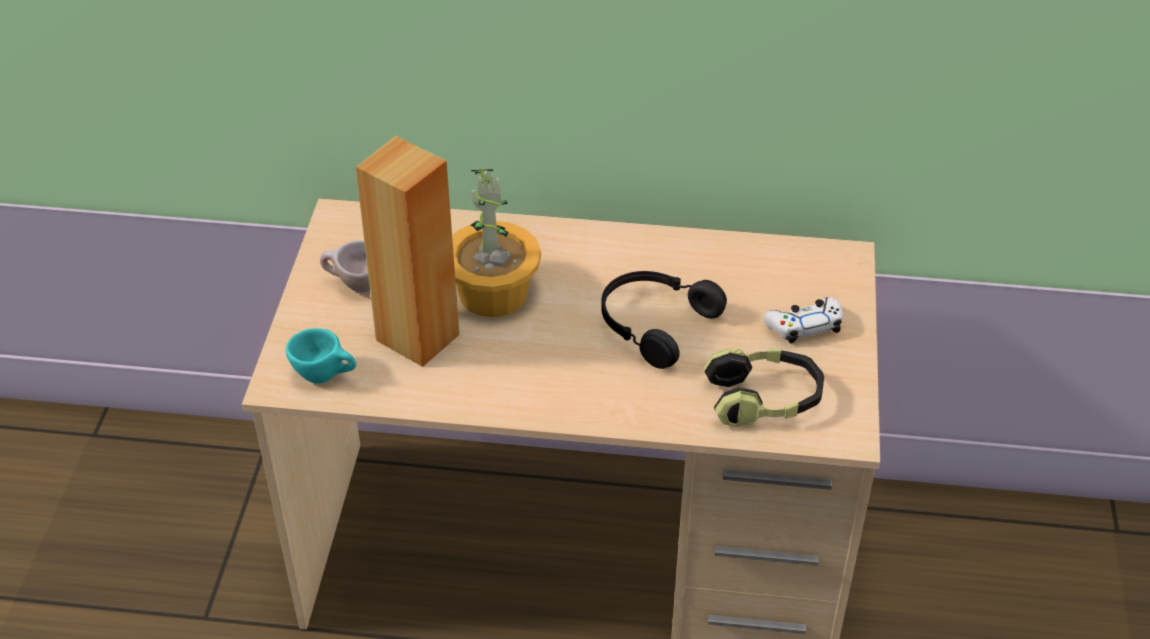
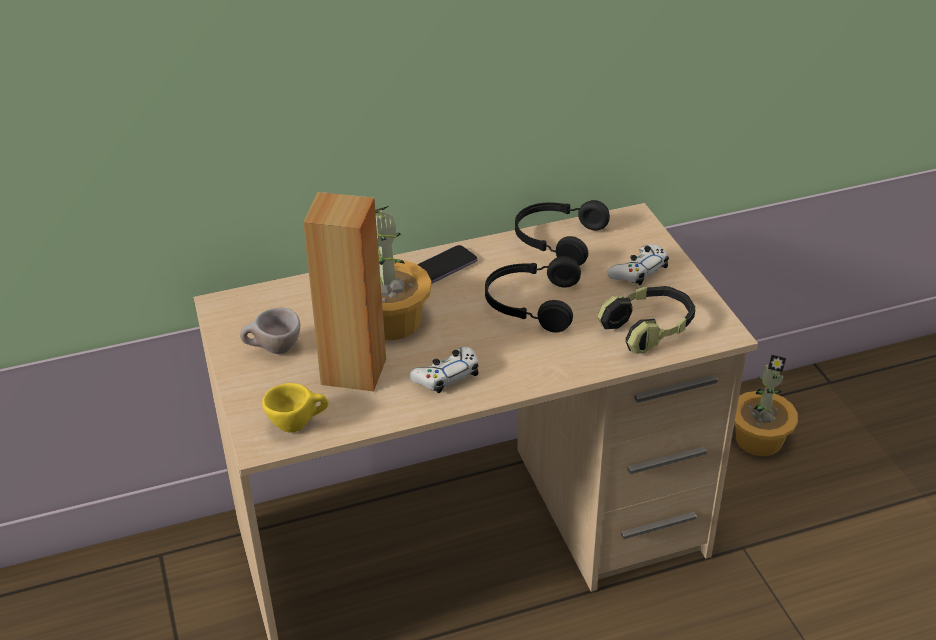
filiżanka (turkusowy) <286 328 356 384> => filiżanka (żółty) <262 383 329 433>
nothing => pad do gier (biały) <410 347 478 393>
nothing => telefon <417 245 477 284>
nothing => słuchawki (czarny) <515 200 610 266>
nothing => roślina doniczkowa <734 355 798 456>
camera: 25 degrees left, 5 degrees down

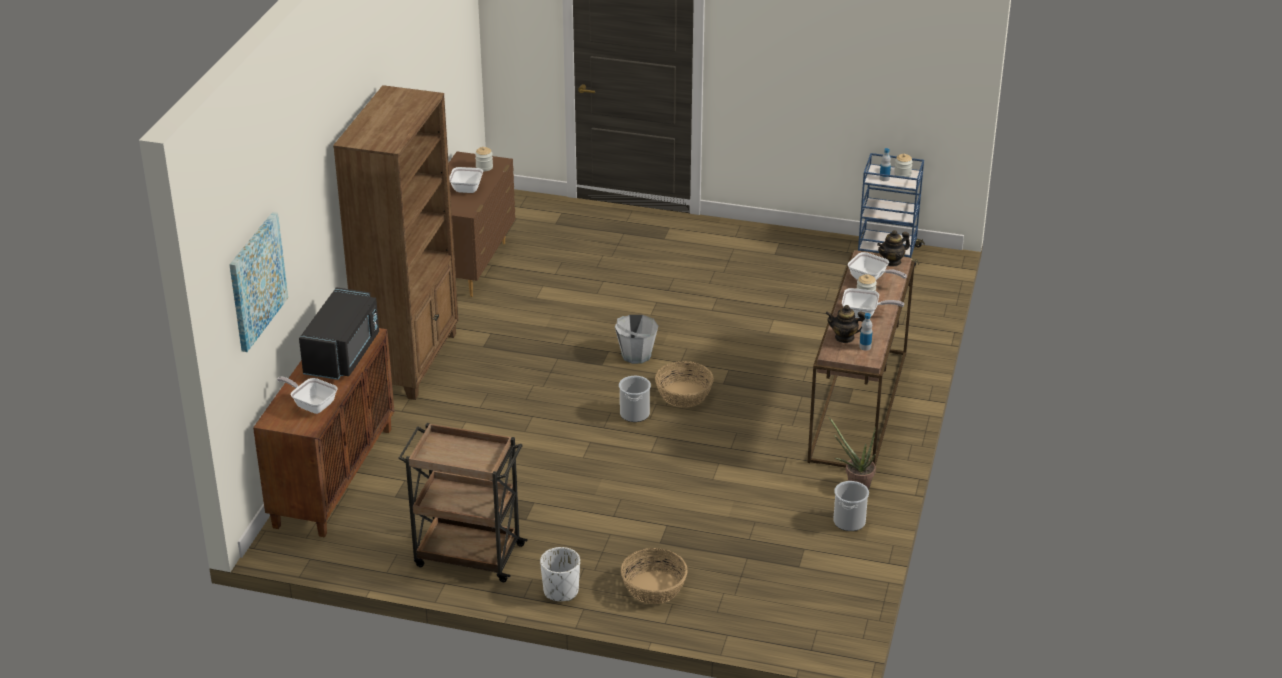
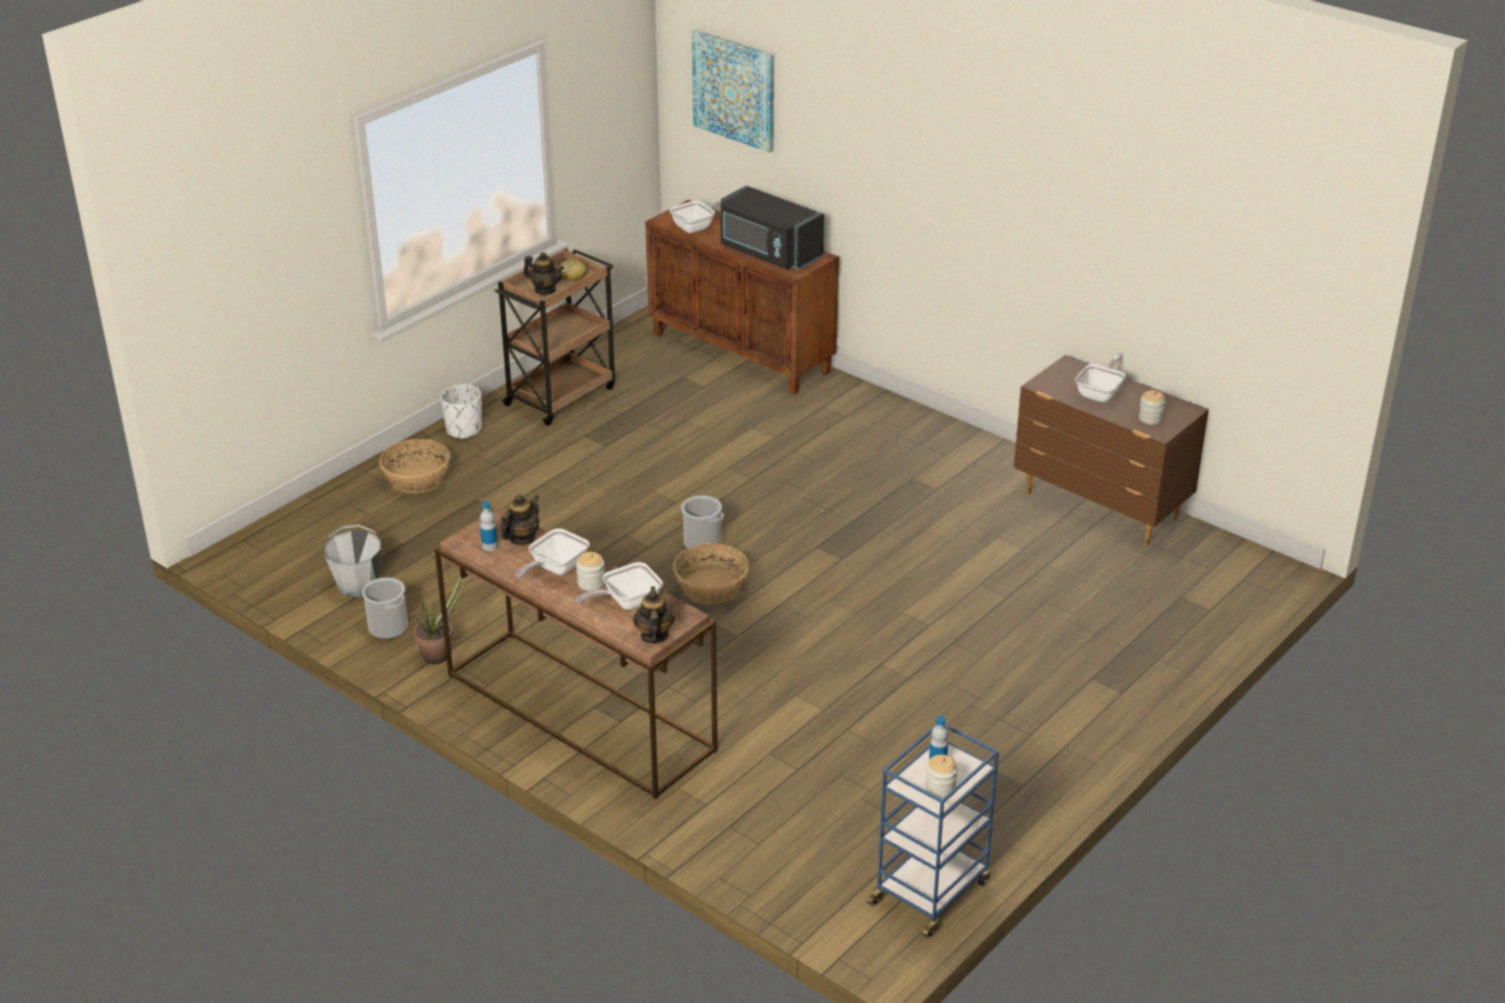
wiadro (szary) <615 315 658 364> => wiadro (szary) <324 524 381 597>, moved
nothing => imbryk <523 252 564 294>
nothing => chleb <558 259 587 281>
regał (brązowy) <333 85 459 400> => nothing
camera: 115 degrees right, 0 degrees up

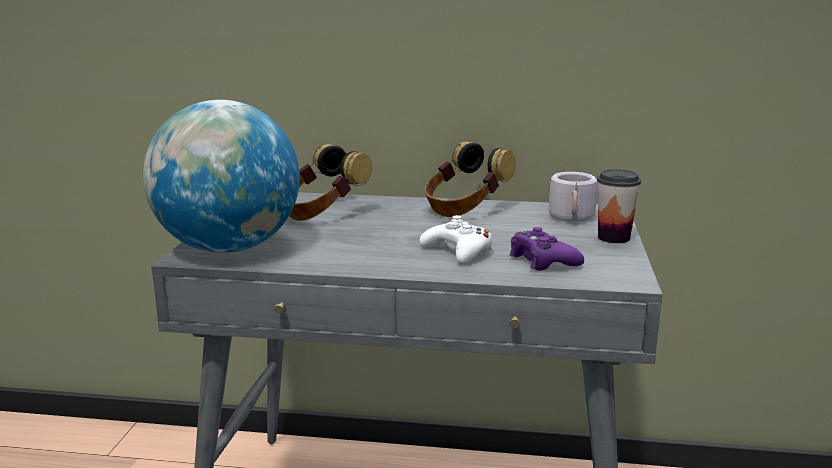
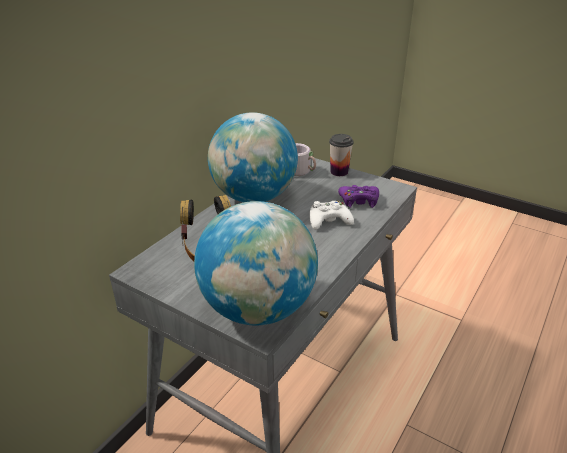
słuchawki <424 141 516 217> => globus <208 112 298 202>
camera: 65 degrees left, 15 degrees up

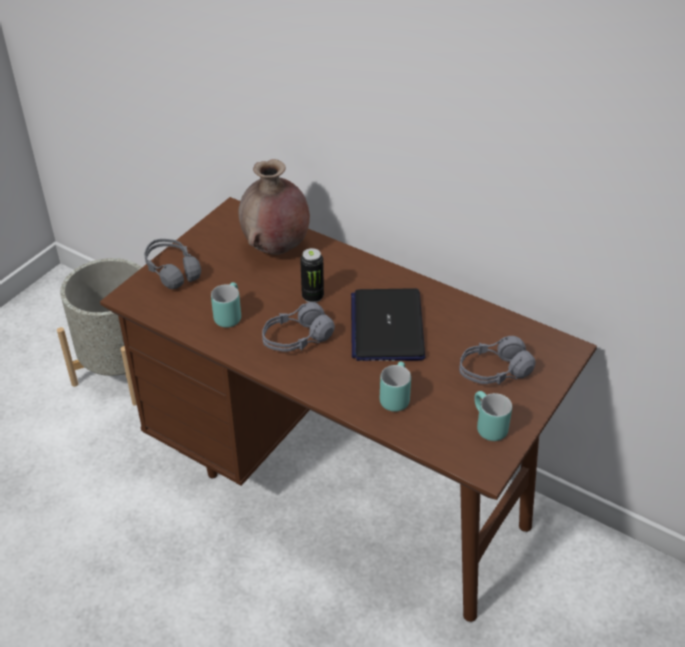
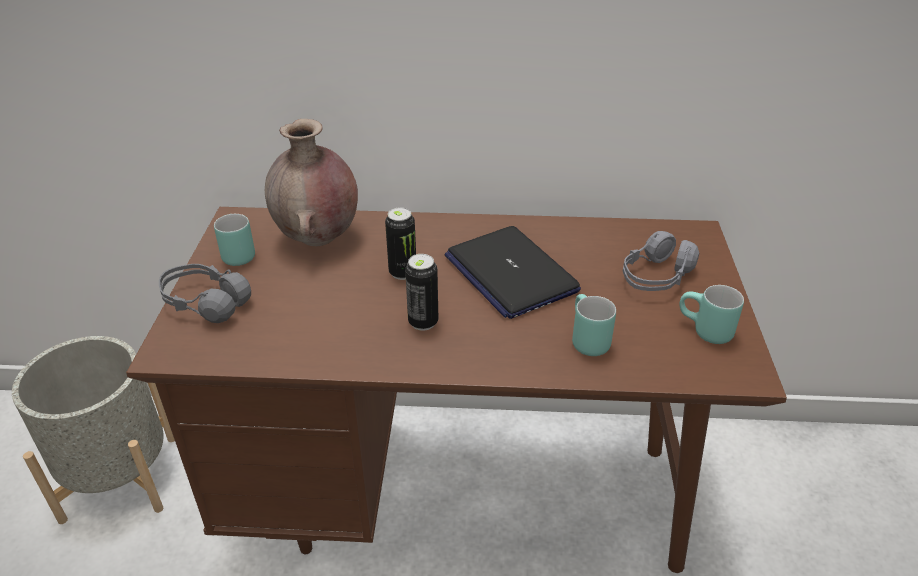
kubek (turkusowy) <211 282 241 328> => kubek (turkusowy) <214 214 255 266>, moved
słuchawki (szary) <262 302 335 352> => puszka <405 254 438 331>
camera: 30 degrees left, 5 degrees down

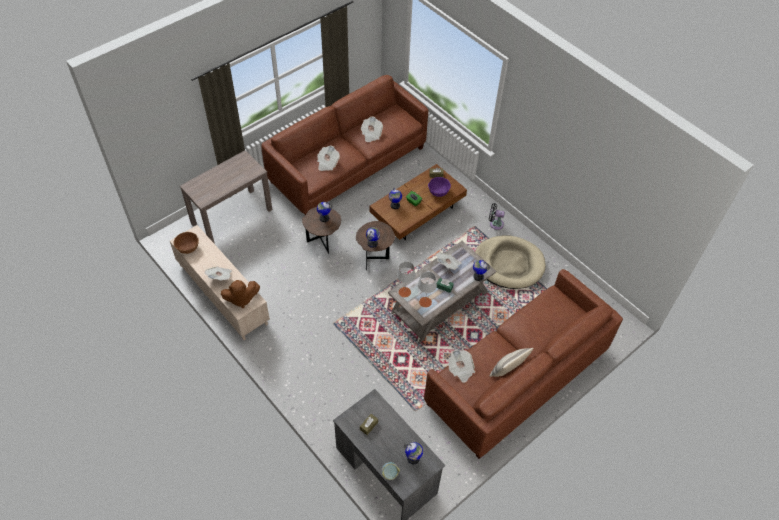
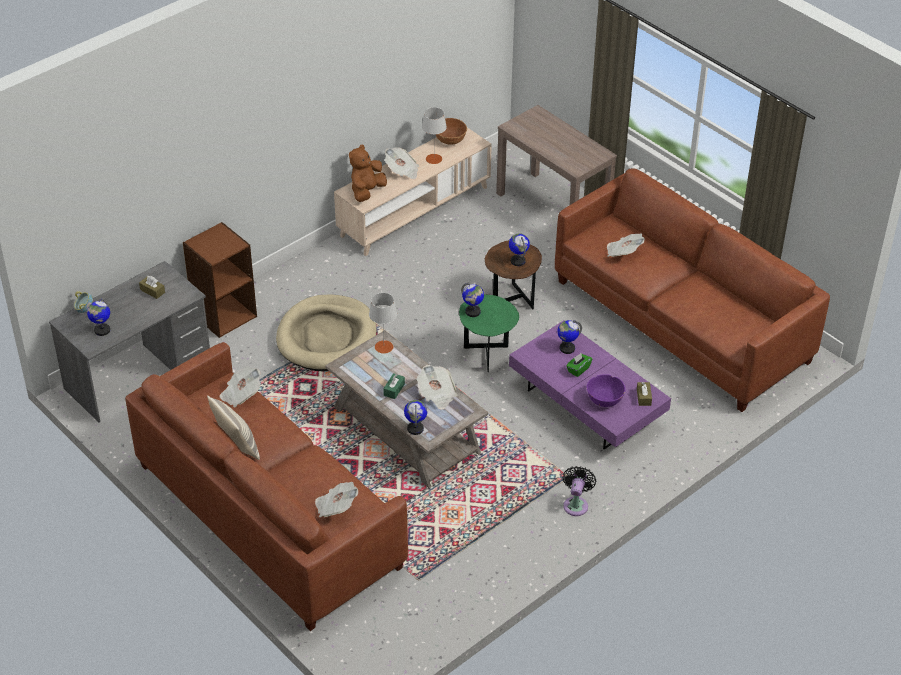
nothing => regał (brązowy) <183 222 257 338>
legowisko (beżowy) <475 236 546 289> => legowisko (beżowy) <276 294 377 372>, moved
gazeta <361 117 383 142> => gazeta <315 482 358 518>, moved
pluszak (brązowy) <221 280 260 308> => pluszak (brązowy) <349 145 387 202>, 45 degrees clockwise
lampa stołowa (szary) <418 271 437 308> => lampa stołowa (szary) <422 107 447 164>, moved
stolik (brązowy) <356 221 395 270> => stolik (zielony) <459 294 519 372>
ława (brązowy) <370 164 467 240> => ława (fioletowy) <509 320 671 449>
camera: 90 degrees right, 10 degrees down

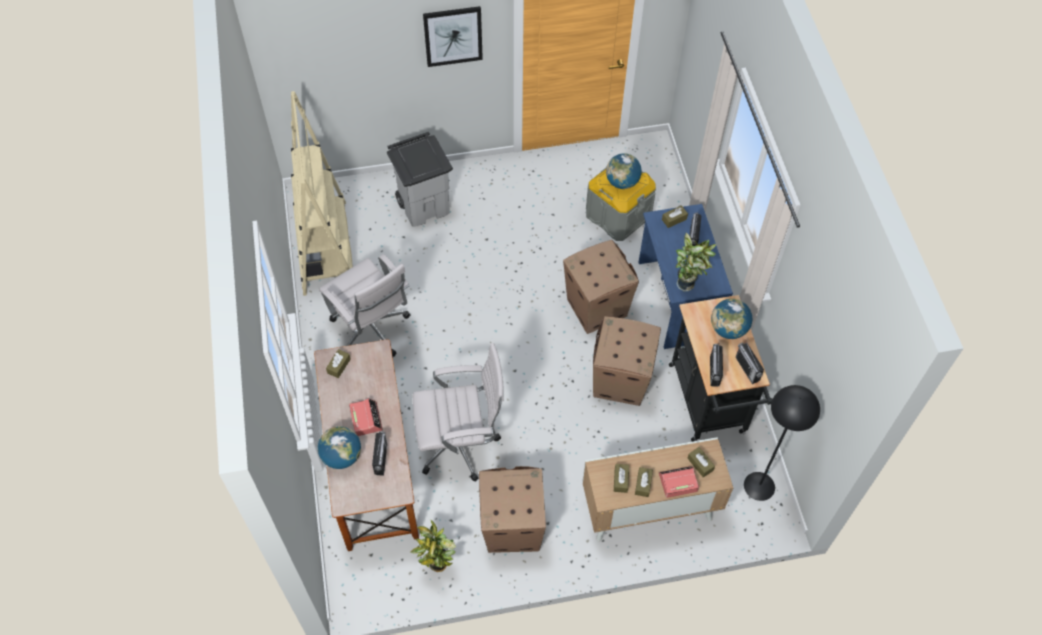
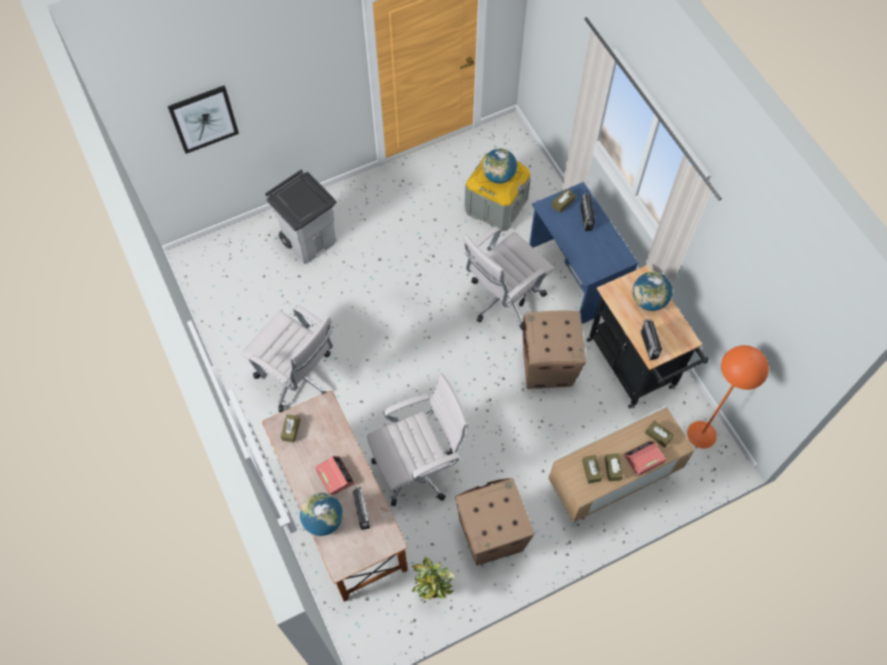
obraz <423 6 483 67> => obraz <168 85 239 154>, moved
karton <563 240 639 334> => krzesło biurowe (biały) <463 226 554 330>
lampa stojąca (czarny) <744 385 820 501> => lampa stojąca (pomarańczowy) <687 345 769 448>
regał (beżowy) <291 91 353 296> => nothing
roślina doniczkowa <676 233 716 291> => nothing
radio <736 342 764 384> => nothing
camera: 15 degrees left, 5 degrees up

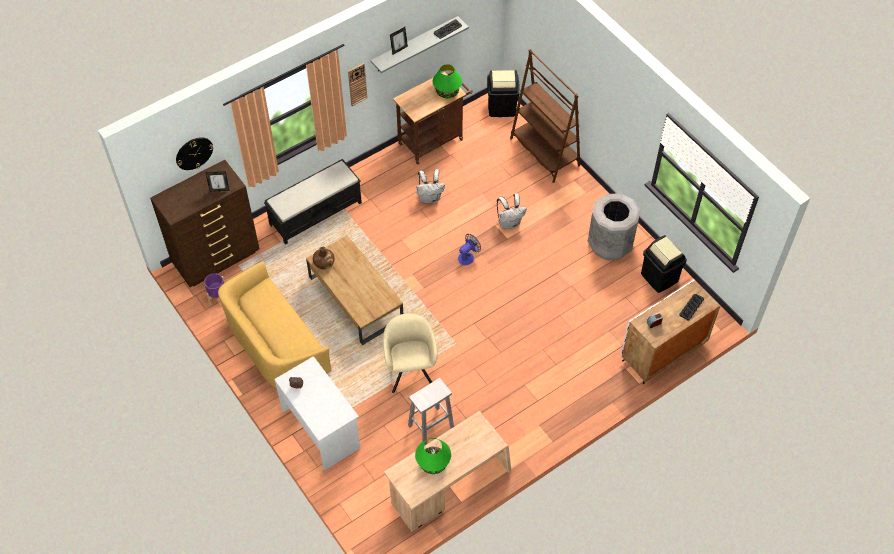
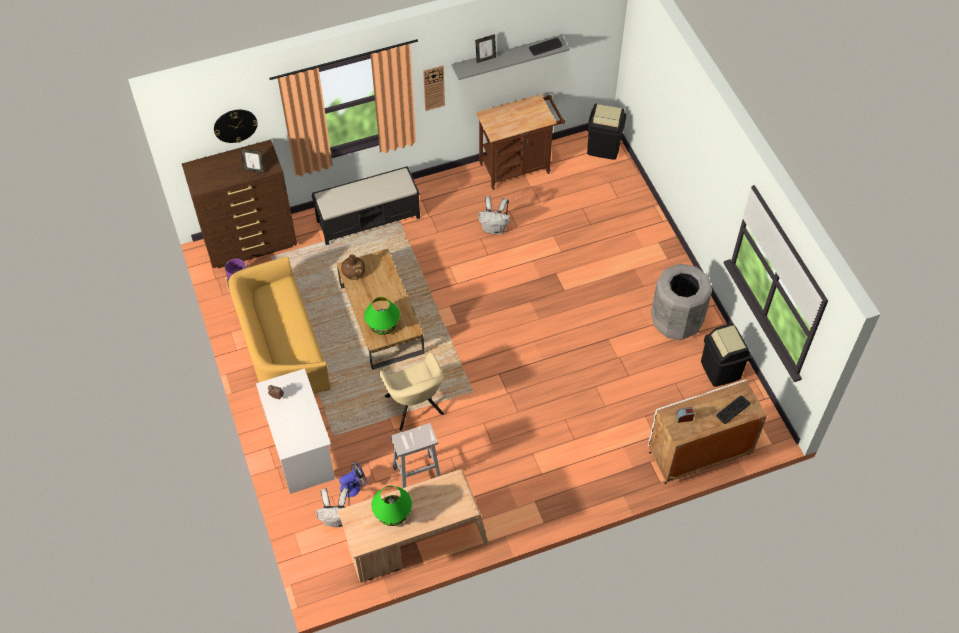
plecak (biały) <497 193 527 229> => plecak (biały) <316 488 350 527>, moved
wentylator <458 234 481 265> => wentylator <339 461 366 497>, moved
lampa stołowa (zielony) <433 64 462 98> => lampa stołowa (zielony) <364 297 400 335>, moved
fotel (beżowy) <383 313 438 393> => fotel (beżowy) <379 353 444 431>, 150 degrees clockwise
regał (brązowy) <510 49 581 183> => nothing
camera: 15 degrees right, 0 degrees up

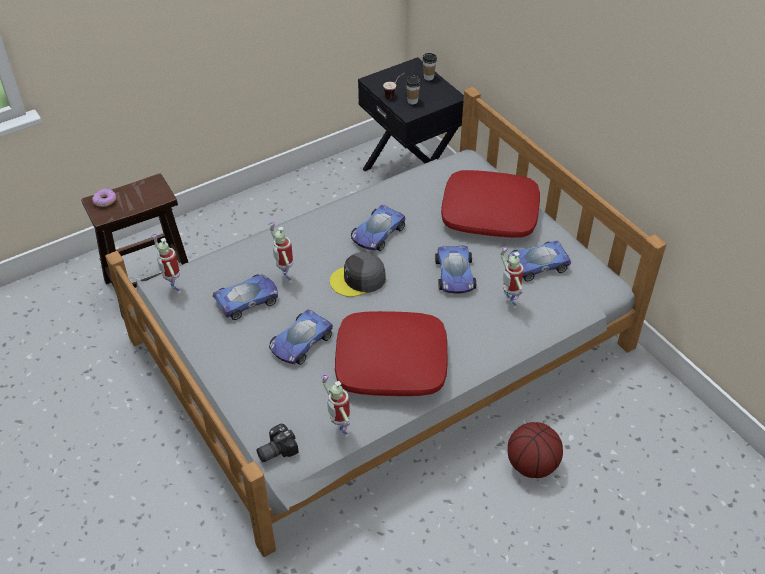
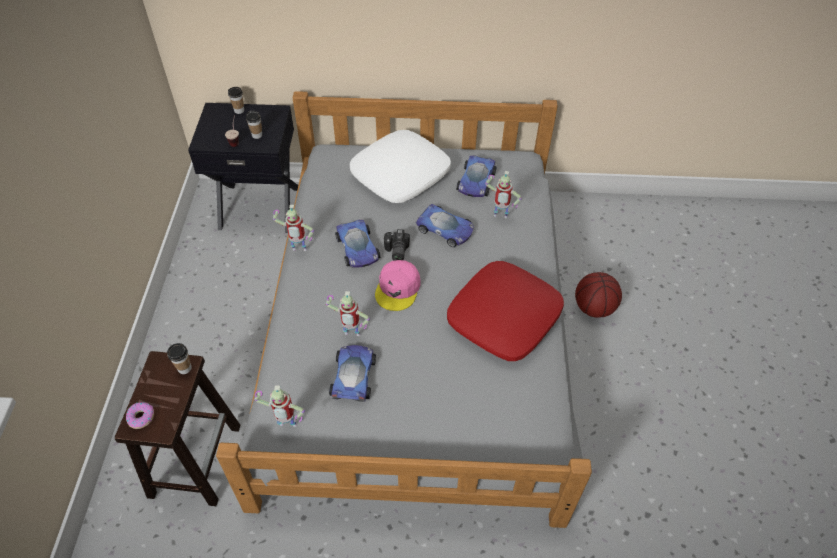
nothing => filiżanka <167 343 192 374>
robot zabawkowy <321 374 350 437> => robot zabawkowy <273 205 314 251>, moved
poduszka (czerwony) <441 170 540 238> => poduszka (biały) <350 130 451 203>
czapka z daszkiem (szary) <330 252 386 297> => czapka z daszkiem (różowy) <375 260 420 311>
aparat fotograficzny <256 424 299 462> => aparat fotograficzny <384 229 410 261>, moved
samochodzik <269 309 333 365> => nothing
camera: 55 degrees left, 5 degrees up

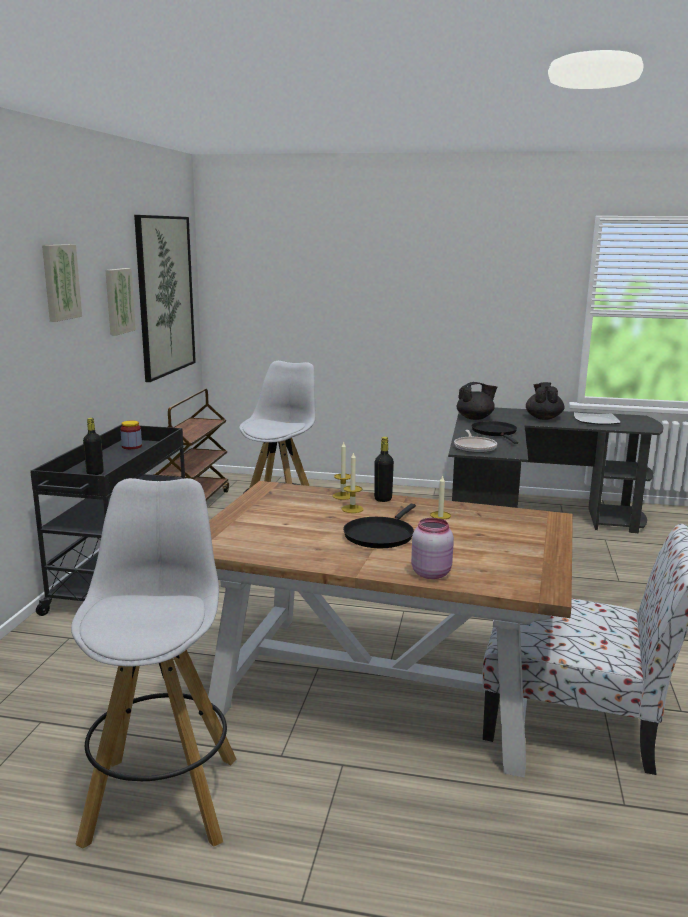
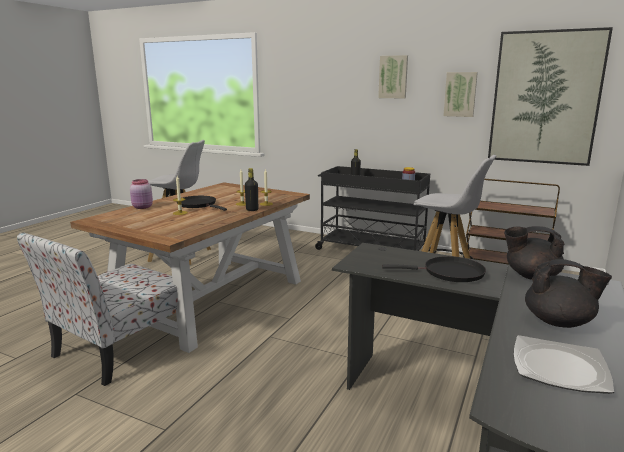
imbryk (czarny) <457 382 497 420> => imbryk (czarny) <504 226 565 280>, 105 degrees clockwise
patelnia <454 430 497 453> => nothing
camera: 105 degrees right, 0 degrees up

